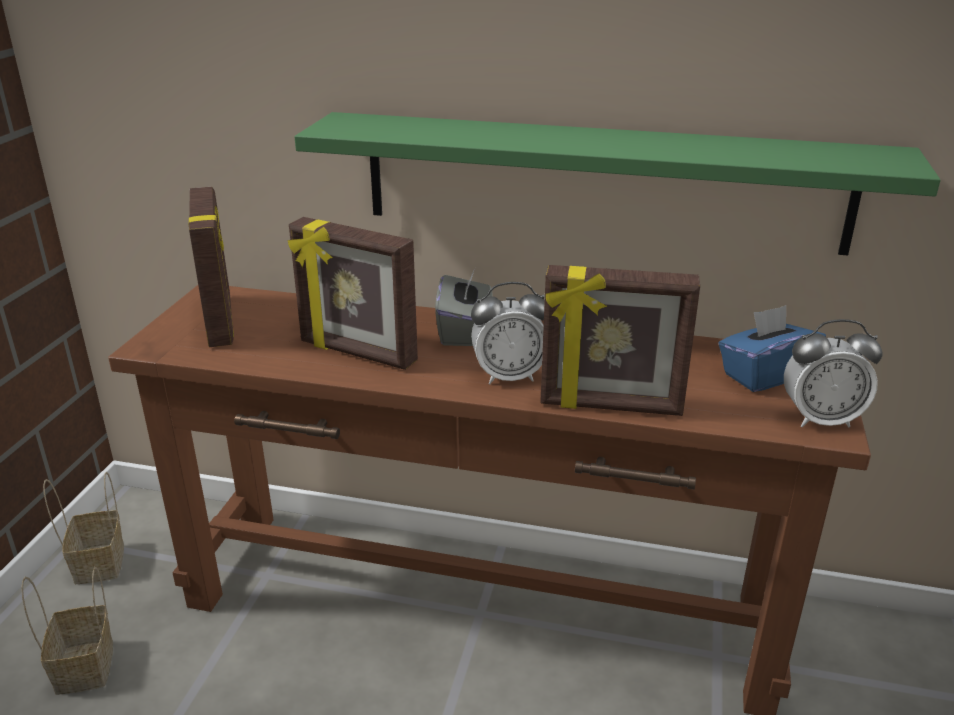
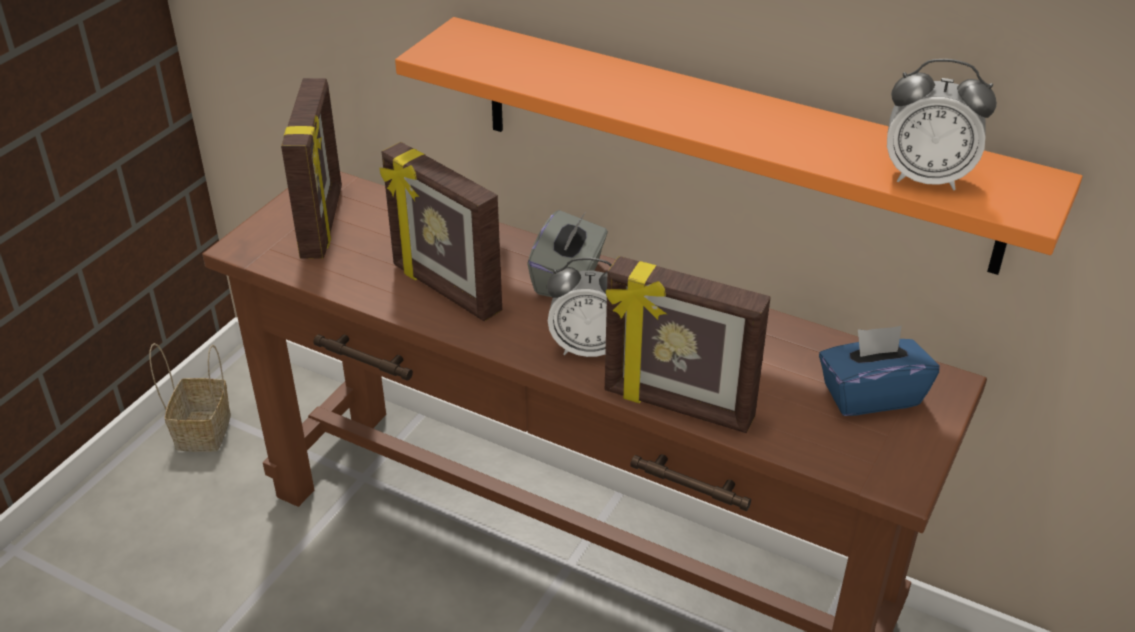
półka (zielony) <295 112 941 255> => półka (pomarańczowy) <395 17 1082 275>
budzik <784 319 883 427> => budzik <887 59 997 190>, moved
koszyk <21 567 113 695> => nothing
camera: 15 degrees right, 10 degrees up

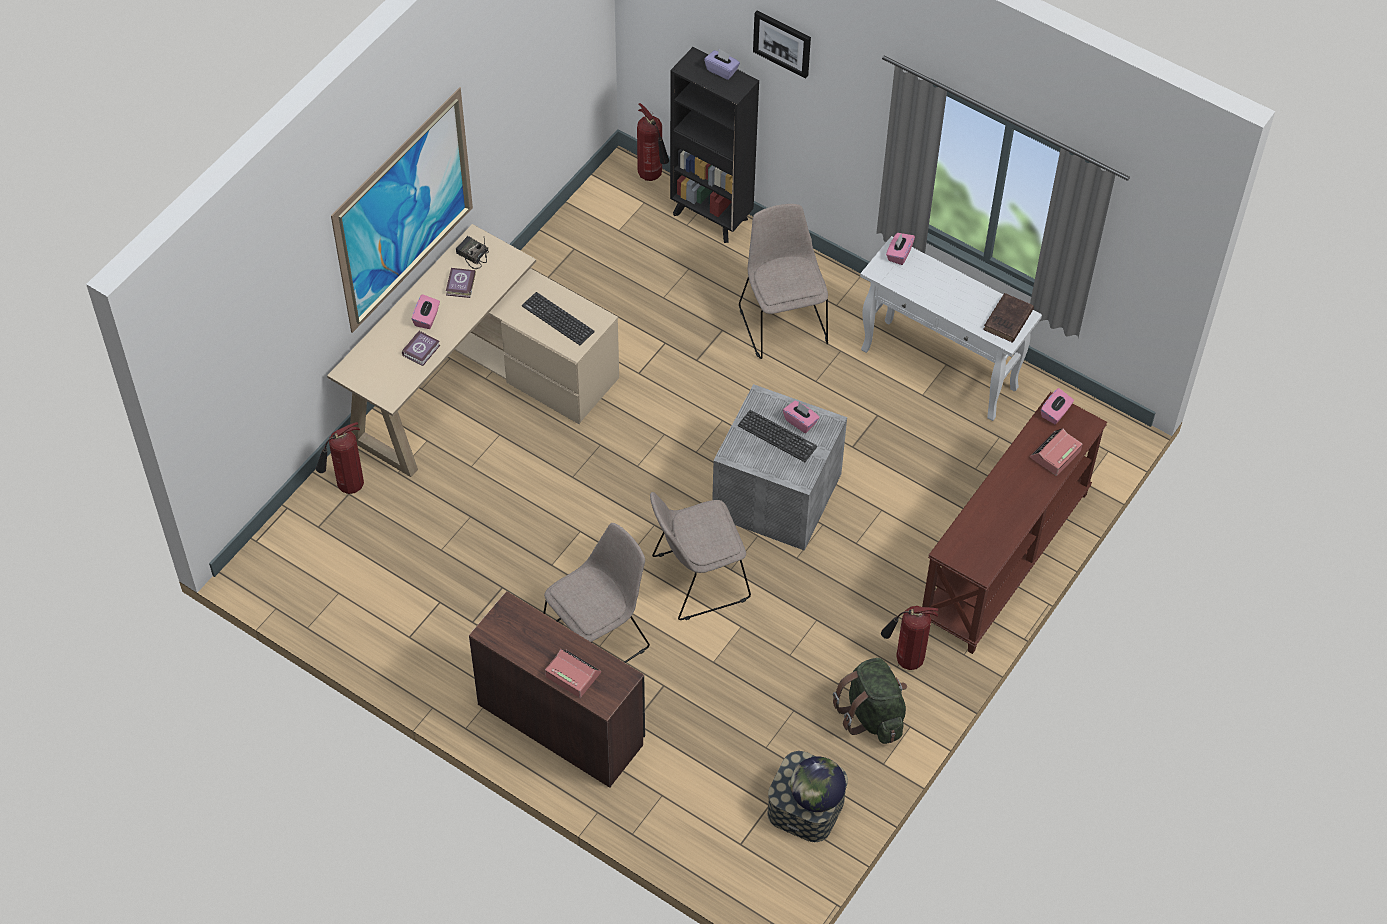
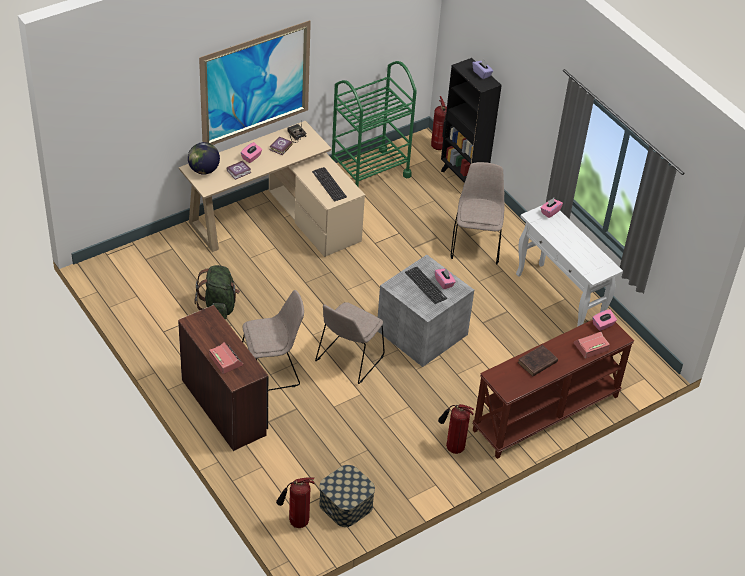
globus <790 757 846 812> => globus <188 142 220 175>, moved
plecak (zielony) <833 658 907 744> => plecak (zielony) <195 265 240 319>, moved
gaśnica <316 422 364 494> => gaśnica <276 478 315 528>, moved
krzesło (beżowy) <650 492 751 620> => krzesło (beżowy) <315 302 385 384>, 60 degrees counterclockwise
nothing => wózek (zielony) <332 61 417 186>
książka (brązowy) <983 293 1034 342> => książka (brązowy) <517 345 558 376>, moved
obraz <753 10 811 78> => nothing
camera: 20 degrees right, 10 degrees down

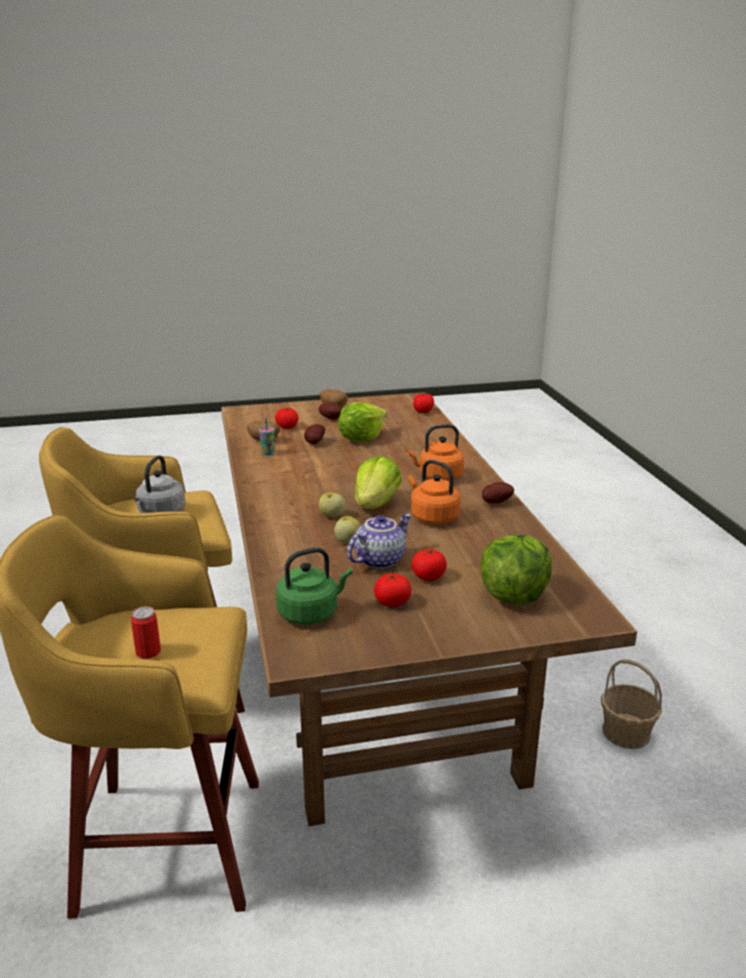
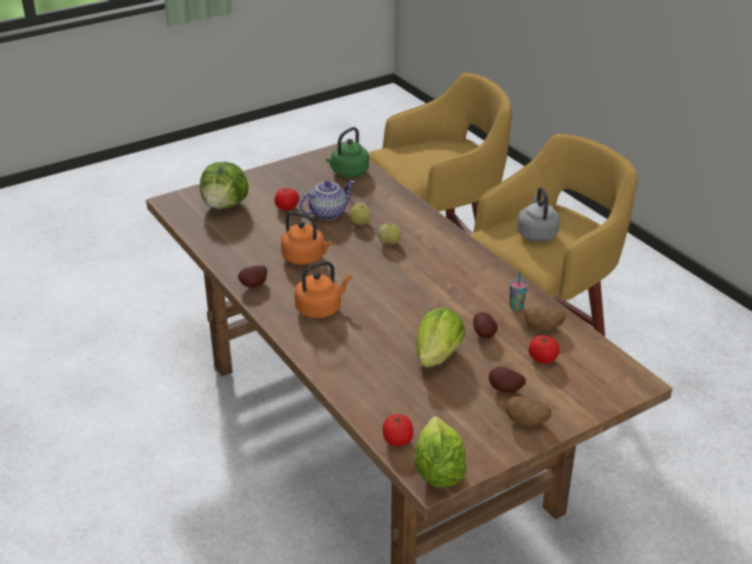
imbryk <347 514 412 569> => imbryk <299 180 355 220>, 150 degrees counterclockwise
sałata <355 456 402 509> => sałata <414 417 467 488>, moved
puszka <131 606 161 659> => nothing
pomidor <374 573 411 607> => nothing
koszyk <601 659 662 749> => nothing
camera: 160 degrees right, 10 degrees up

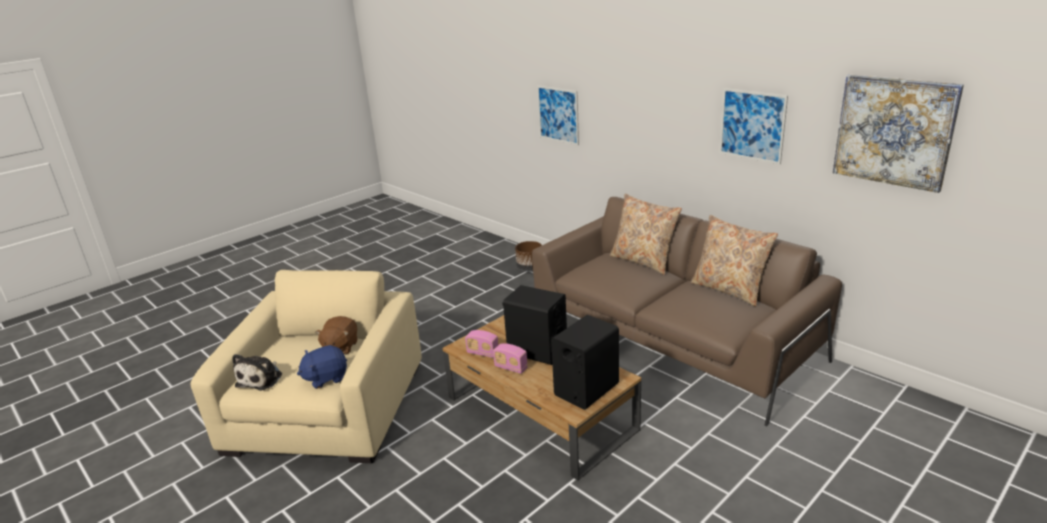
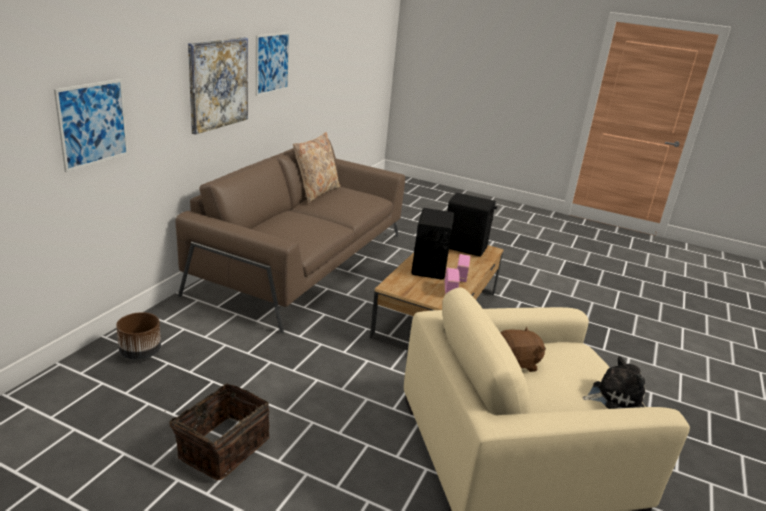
nothing => koszyk <165 383 269 481>
obraz <833 74 964 193> => obraz <188 37 248 135>, moved
pluszak (niebieski) <297 345 347 389> => nothing
poduszka (beżowy) <610 194 682 275> => nothing
camera: 115 degrees left, 0 degrees up

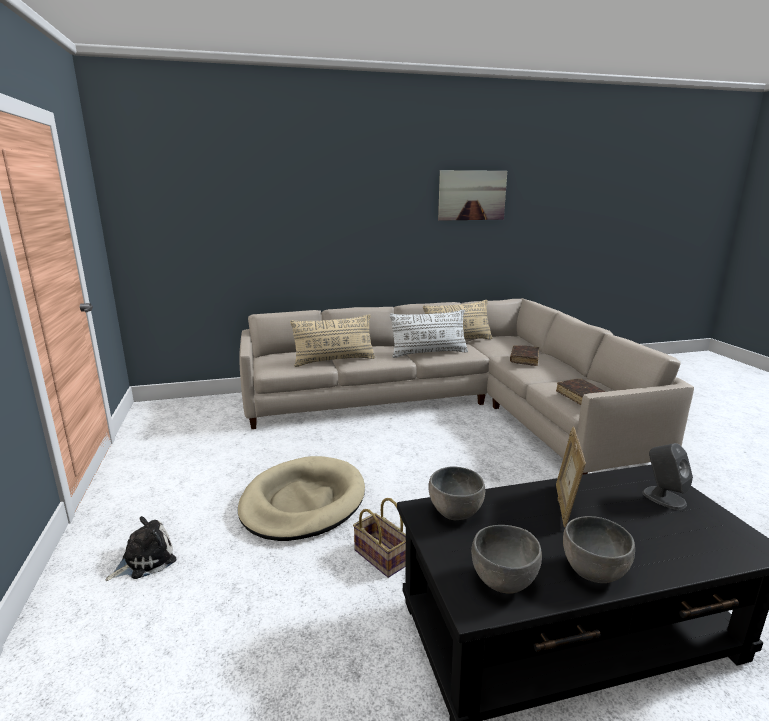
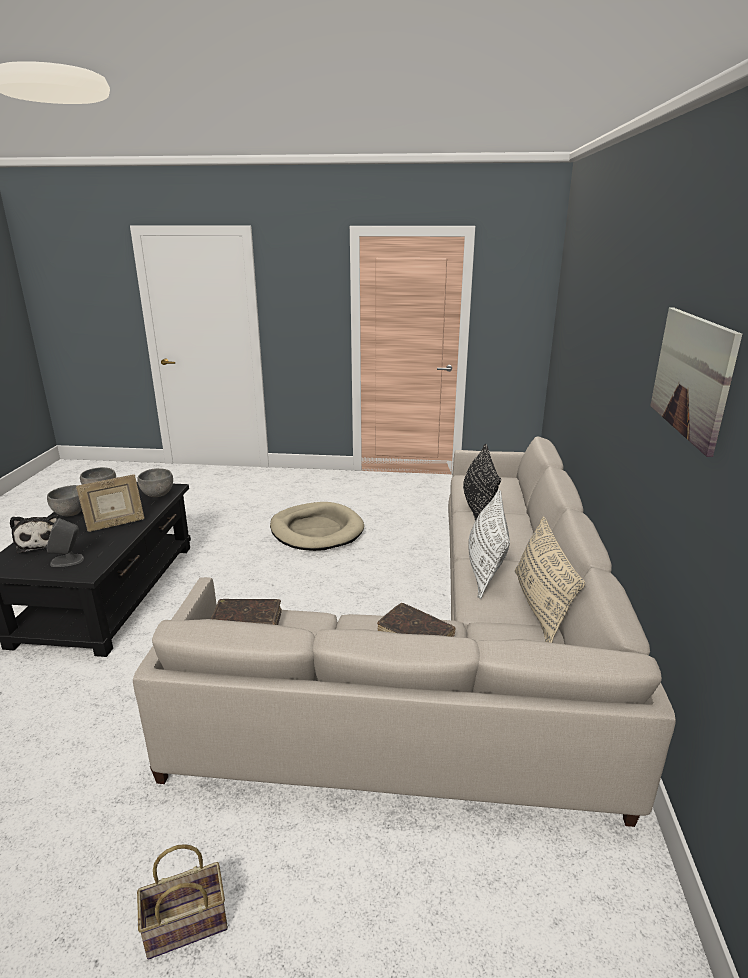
pluszak <105 516 176 581> => pluszak <10 515 60 553>, moved
ramka na zdjęcie <556 427 586 527> => ramka na zdjęcie <76 474 145 532>, 120 degrees clockwise
koszyk <353 498 406 578> => koszyk <137 844 228 960>, moved
poduszka (beżowy) <290 314 376 367> => poduszka (czarny) <463 444 501 521>
camera: 110 degrees right, 5 degrees up

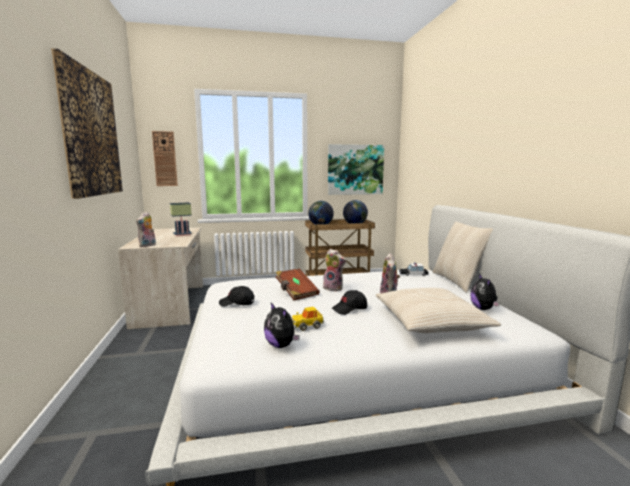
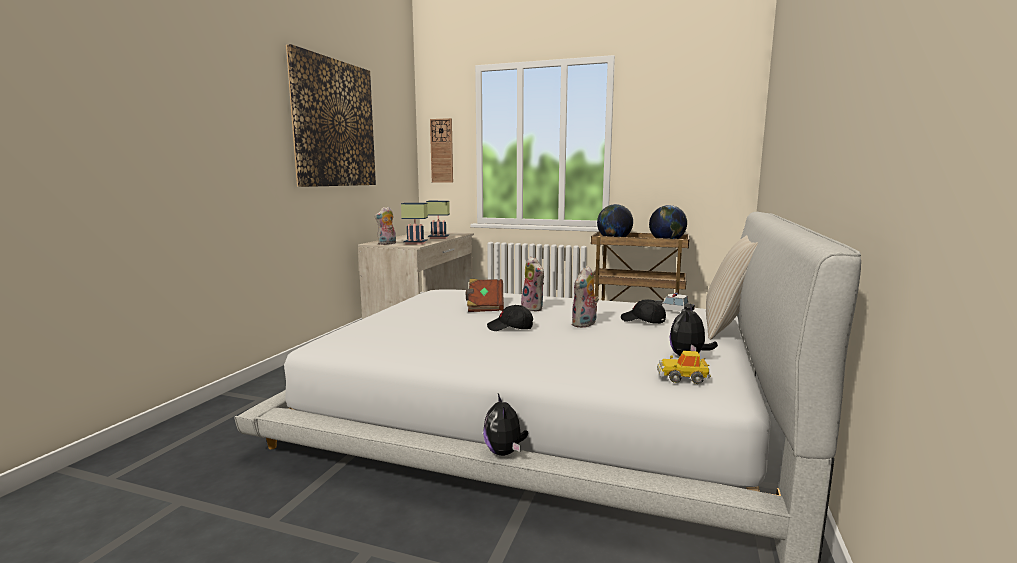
nothing => lampa stołowa <401 203 428 245>
pluszak <264 303 300 348> => pluszak <483 394 528 456>, moved
czapka z daszkiem (czarny) <219 286 254 307> => czapka z daszkiem (czarny) <621 299 666 324>, moved
samochodzik <291 307 324 331> => samochodzik <657 351 711 384>, moved
obraz <328 144 384 195> => nothing
poduszka (beżowy) <376 288 501 333> => nothing
camera: 30 degrees right, 0 degrees up

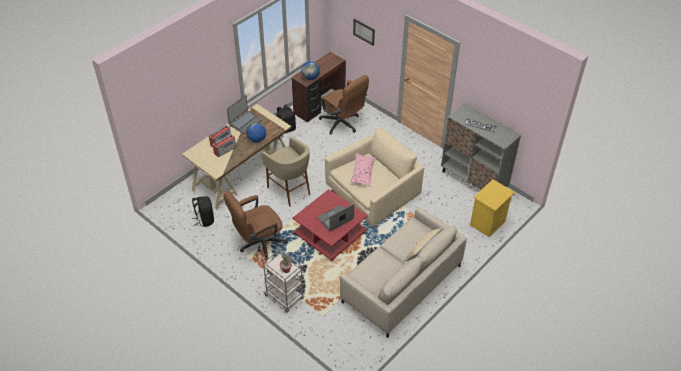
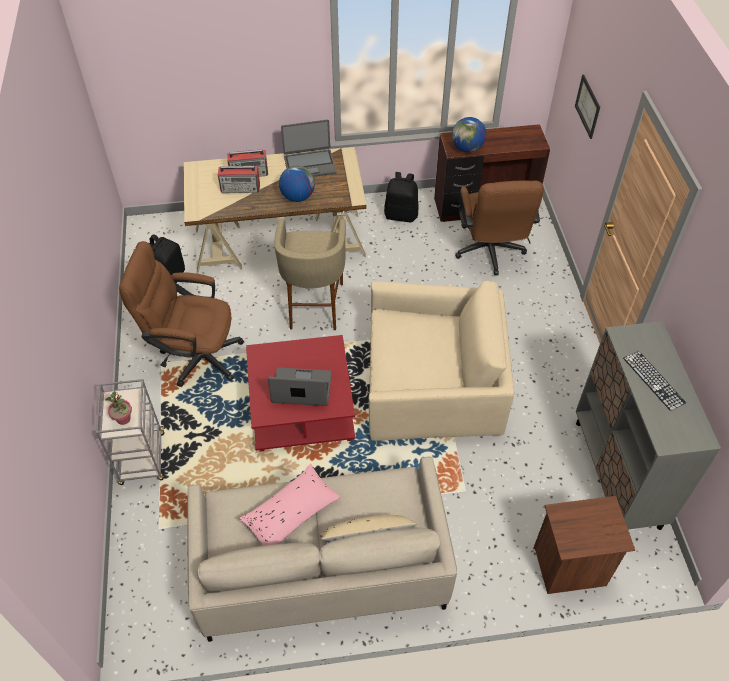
poduszka (różowy) <350 153 375 187> => poduszka (różowy) <239 464 341 546>, moved
szafka nocna (żółty) <470 179 515 237> => szafka nocna (brązowy) <533 496 635 594>
camera: 40 degrees right, 5 degrees up

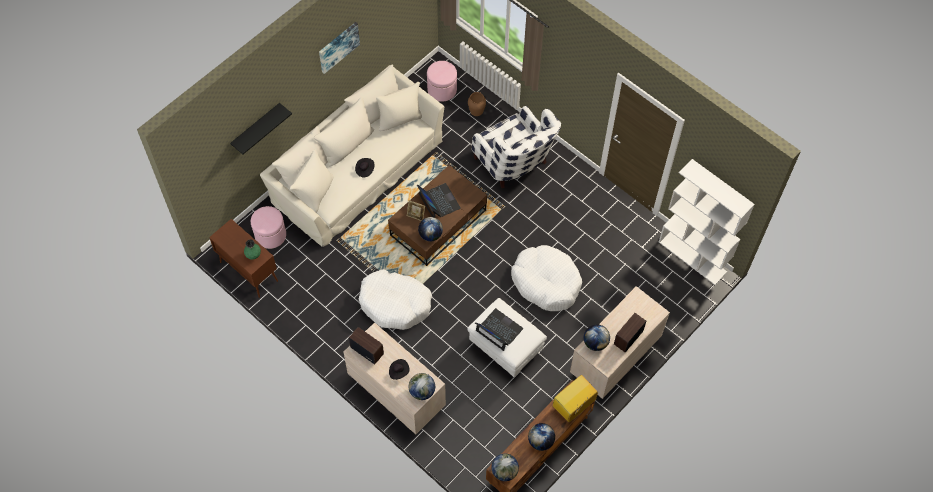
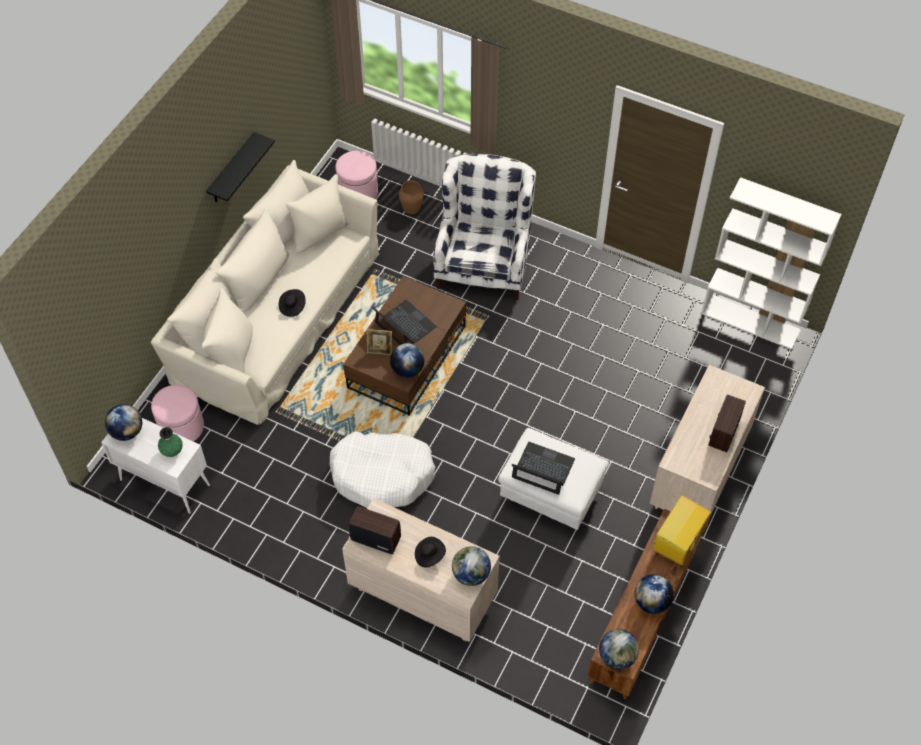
szafka (brązowy) <209 219 278 298> => szafka (biały) <101 418 210 514>
globus <584 324 610 351> => globus <105 404 142 441>, moved
półka (czarny) <230 103 292 154> => półka (czarny) <206 132 275 202>, moved
fotel (biały) <472 106 561 188> => fotel (biały) <434 154 536 300>, 120 degrees counterclockwise
obraz <319 22 360 74> => nothing
legowisko (biały) <511 245 582 311> => nothing
camera: 15 degrees left, 5 degrees down

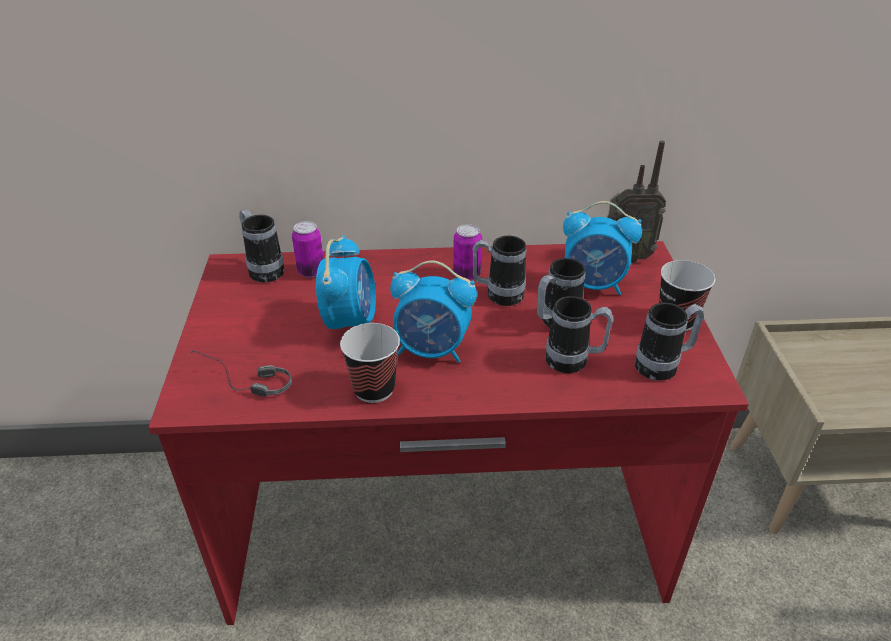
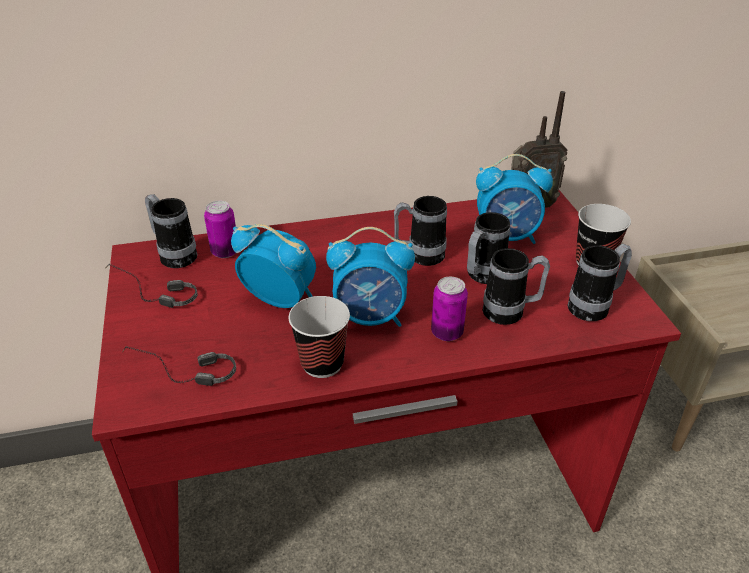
nothing => słuchawki <106 263 198 308>
budzik <316 235 376 329> => budzik <231 224 316 308>, 60 degrees counterclockwise
puszka <453 224 482 281> => puszka <431 277 468 341>, moved
camera: 10 degrees left, 0 degrees up

